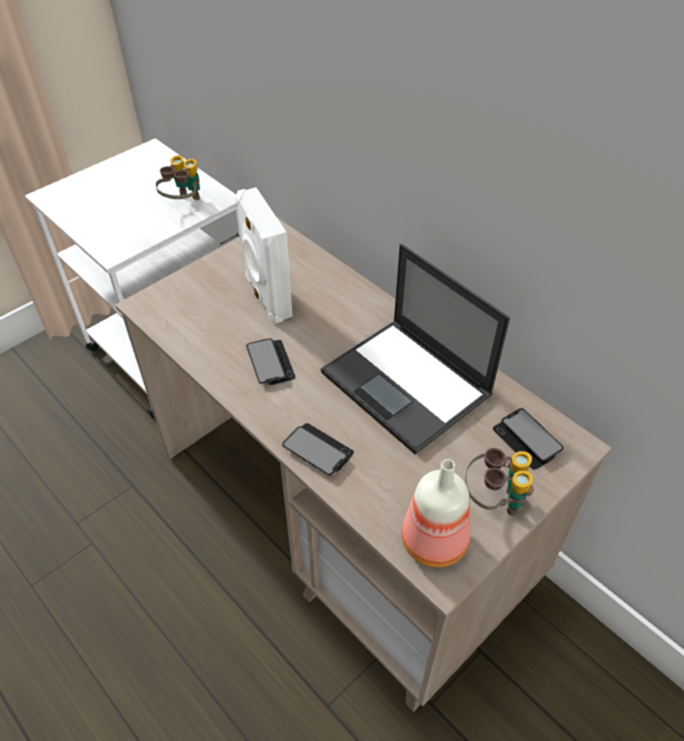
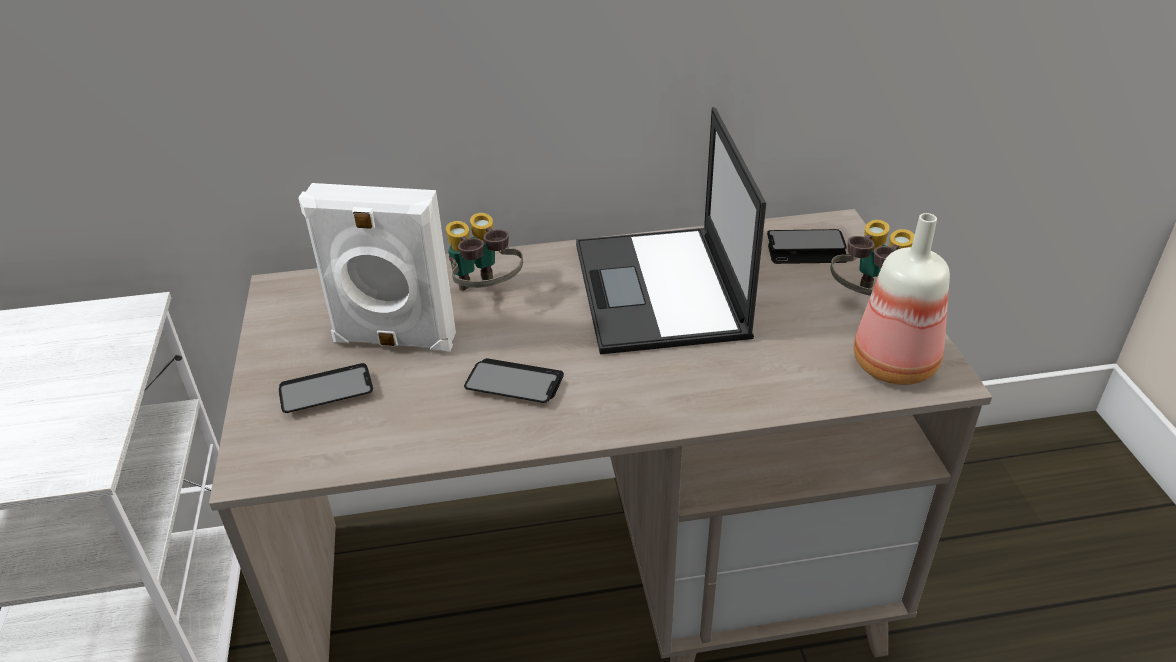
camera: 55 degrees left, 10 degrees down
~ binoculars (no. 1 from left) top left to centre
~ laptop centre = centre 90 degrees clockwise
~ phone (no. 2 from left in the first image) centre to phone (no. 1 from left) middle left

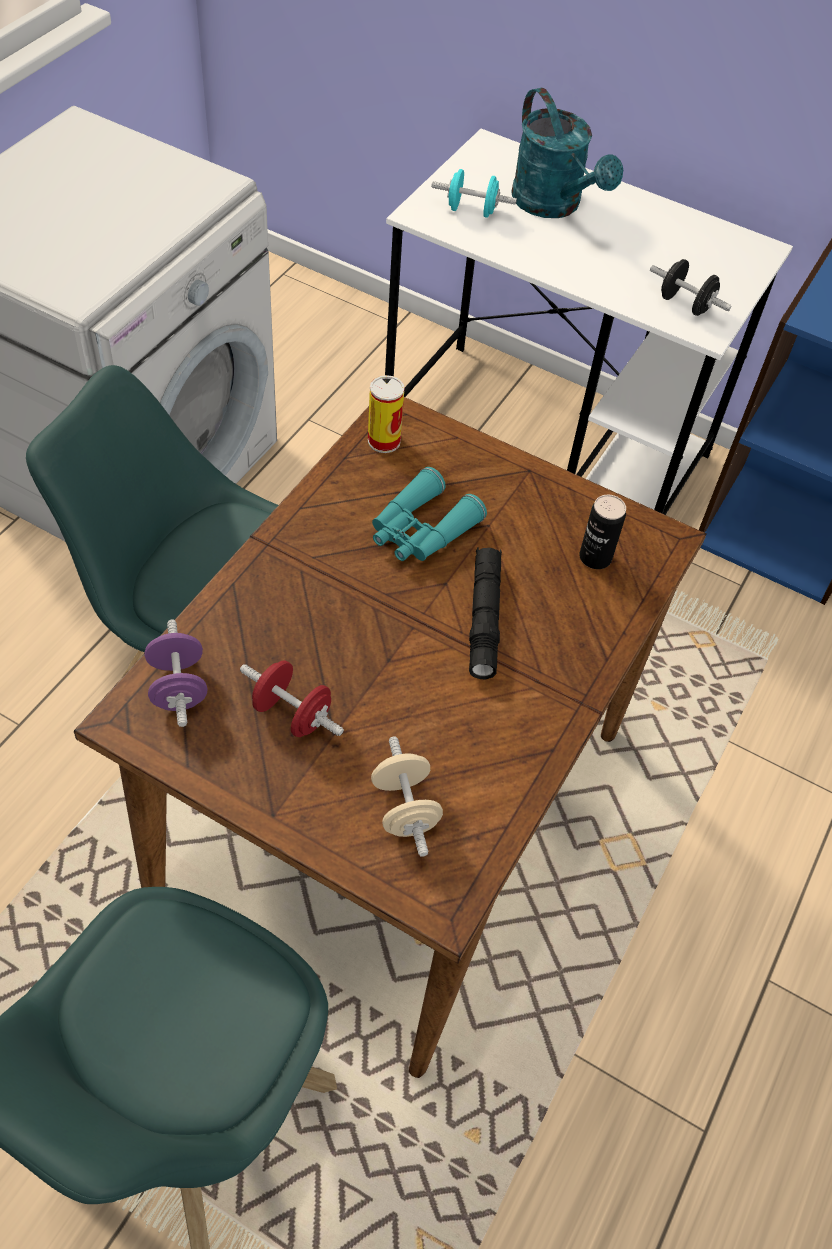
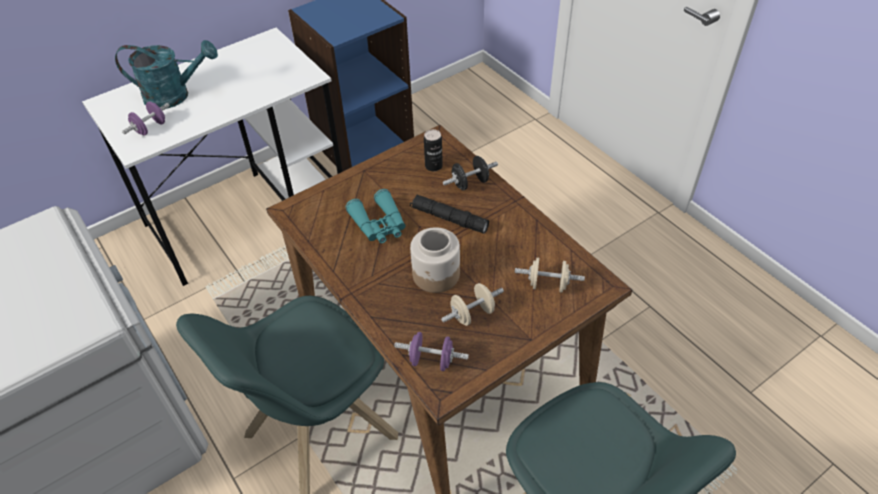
camera: 60 degrees left, 5 degrees down
~ turquoise dumbbell top centre to purple dumbbell (no. 1 from left) top left
~ black dumbbell top right to centre
- can (no. 1 from left) top centre
~ red dumbbell centre to beige dumbbell (no. 1 from left) centre
+ jar centre

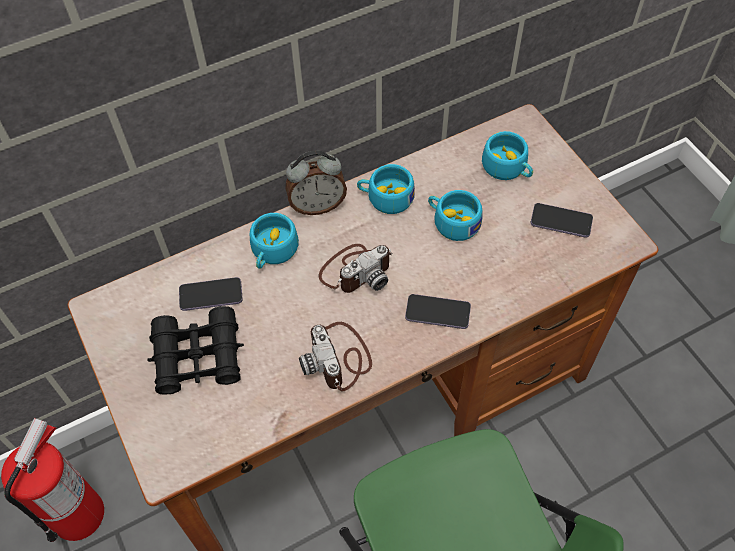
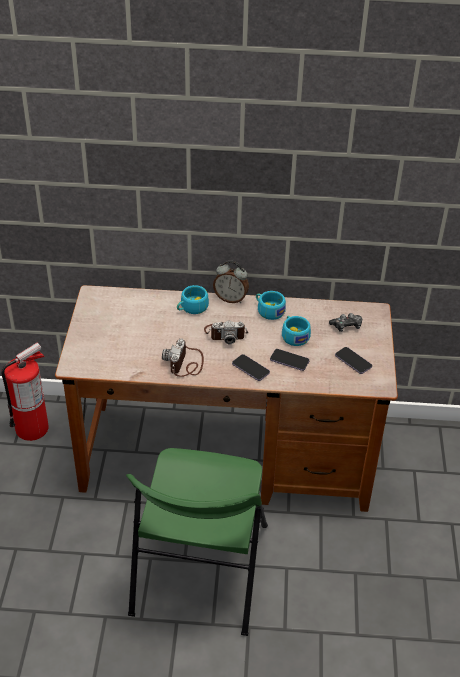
camera: 30 degrees right, 15 degrees down
~ turquoise cup (no. 4 from left) top right to game controller middle right
~ phone (no. 1 from left in the first image) middle left to phone (no. 2 from left) centre
- black binoculars middle left

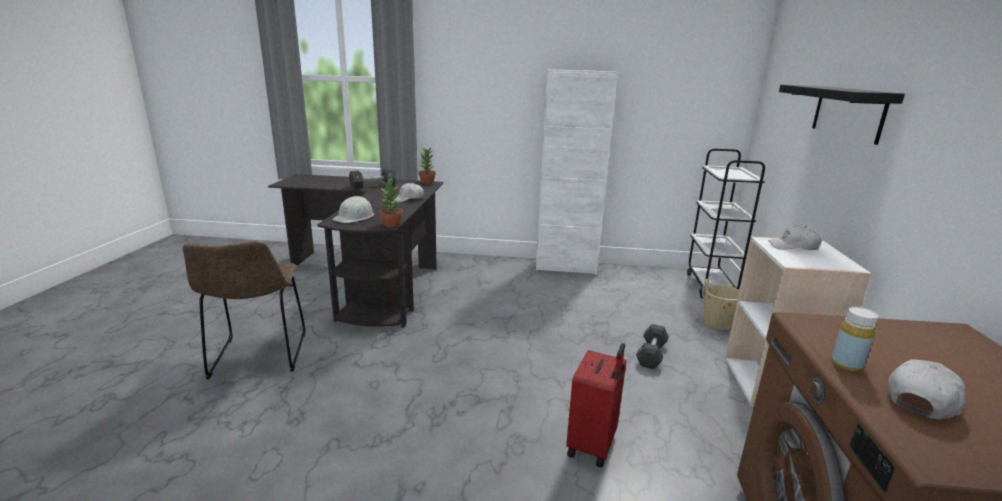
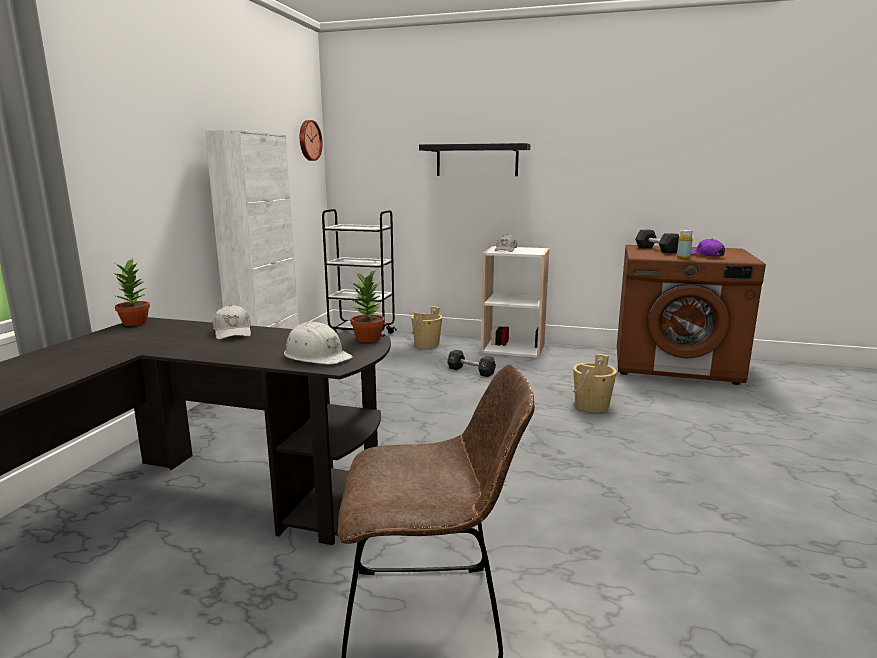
camera: 80 degrees left, 5 degrees down
~ black dumbbell (no. 1 from left in the first image) centre to black dumbbell (no. 2 from left) middle right
~ red suitcase bottom centre to beige bucket (no. 2 from left) middle right
~ white cap (no. 3 from left) bottom right to purple cap middle right
+ wall clock top centre

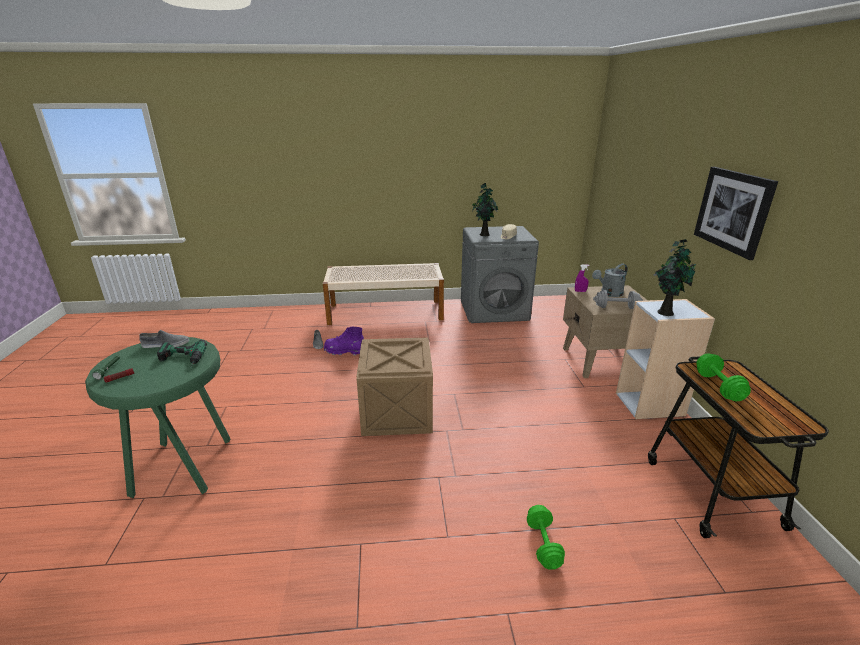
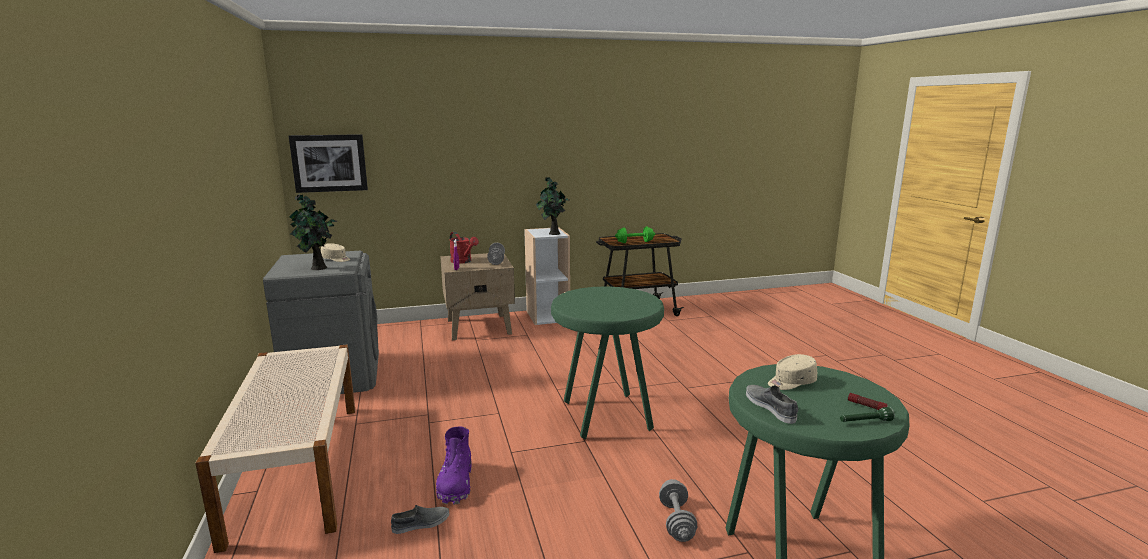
camera: 100 degrees left, 10 degrees down
~ picture top right to top left
~ grey watering can middle right to red watering can centre
~ crate centre to green stool (no. 1 from left) centre
~ power drill middle left to beige cap (no. 2 from left) middle right
- green dumbbell (no. 1 from left) bottom centre
+ grey dumbbell (no. 2 from left) bottom centre

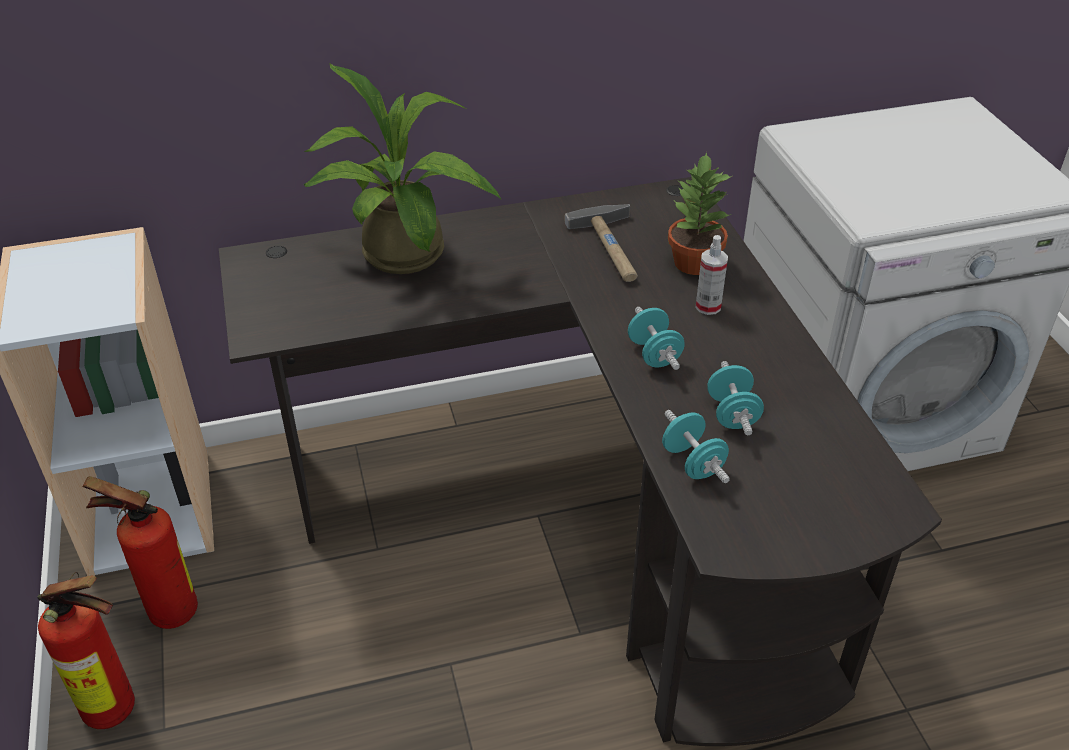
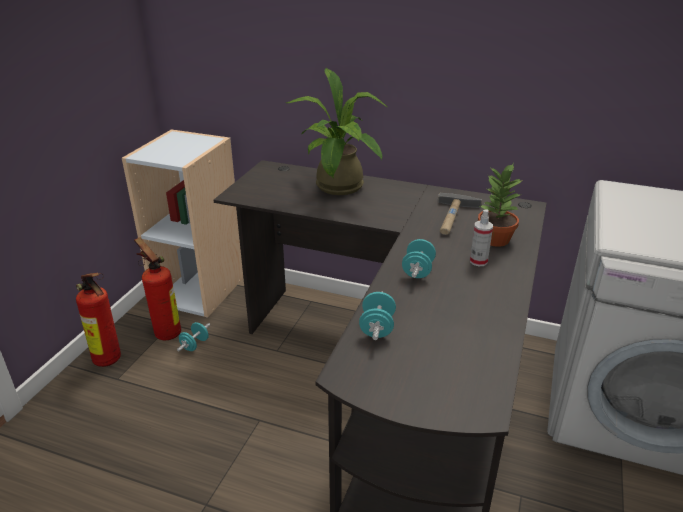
camera: 35 degrees right, 10 degrees down
~ turquoise dumbbell (no. 3 from left in the first image) middle right to turquoise dumbbell (no. 1 from left) middle left

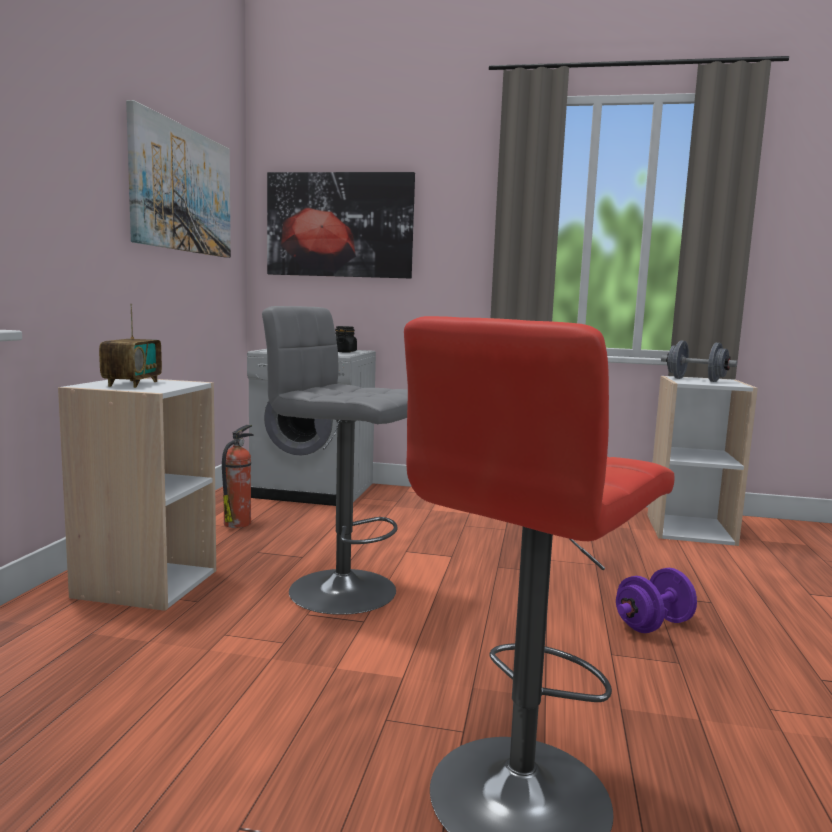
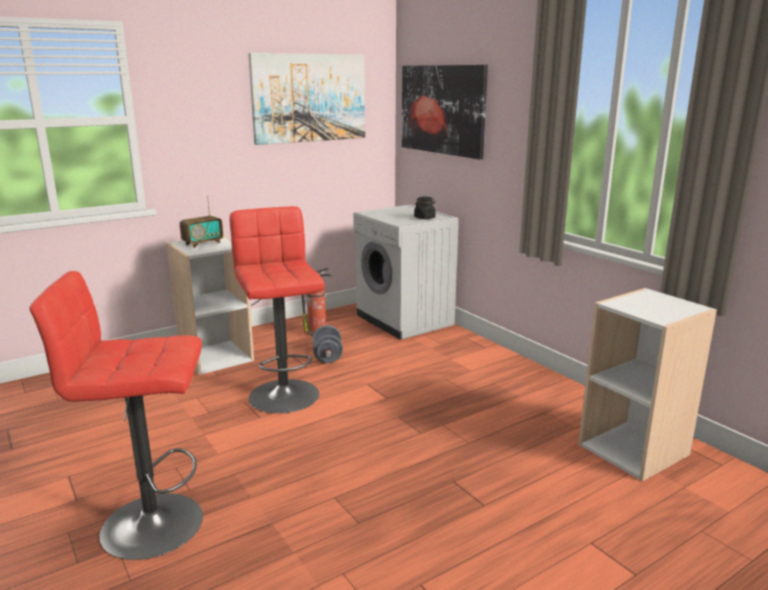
camera: 45 degrees right, 10 degrees up
~ grey stool centre to red stool (no. 2 from left) centre
~ grey dumbbell middle right to centre
- purple dumbbell bottom right

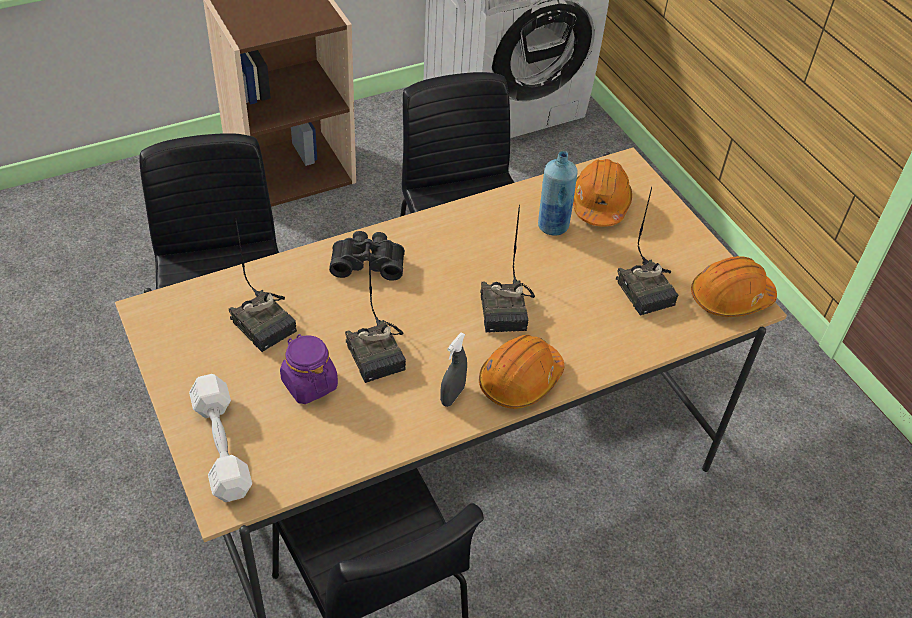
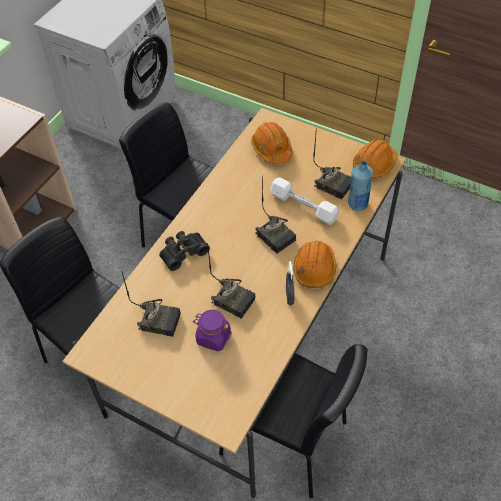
camera: 30 degrees left, 5 degrees up
~ blue bottle top centre to middle right
~ white dumbbell bottom left to centre

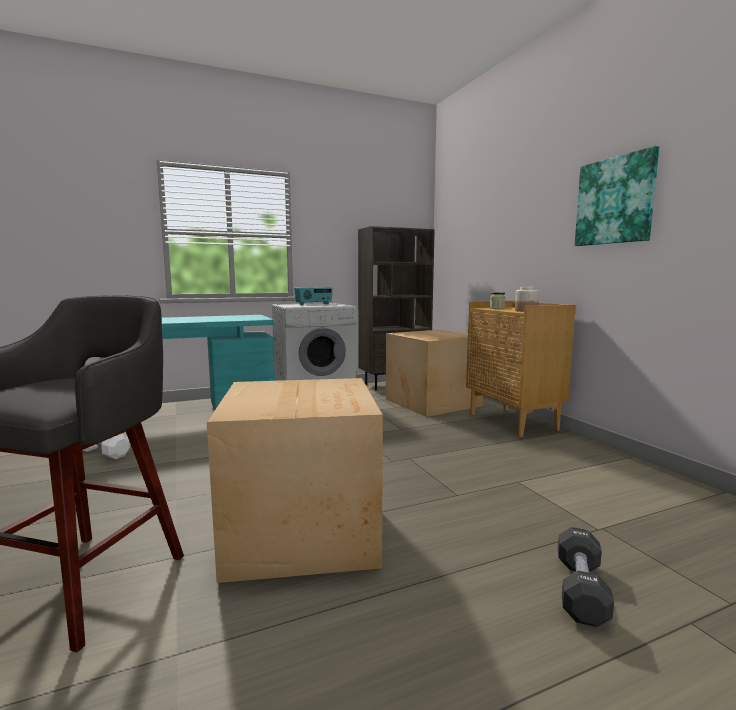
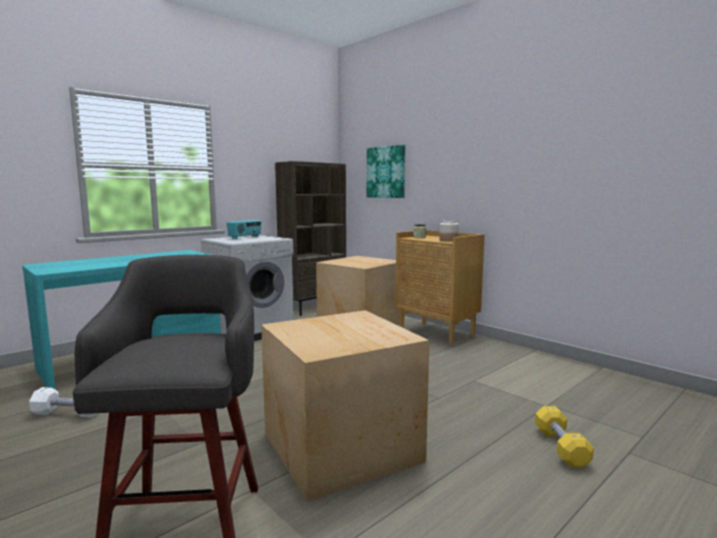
camera: 20 degrees left, 0 degrees up
~ picture top right to top centre
~ black dumbbell bottom right to yellow dumbbell bottom right

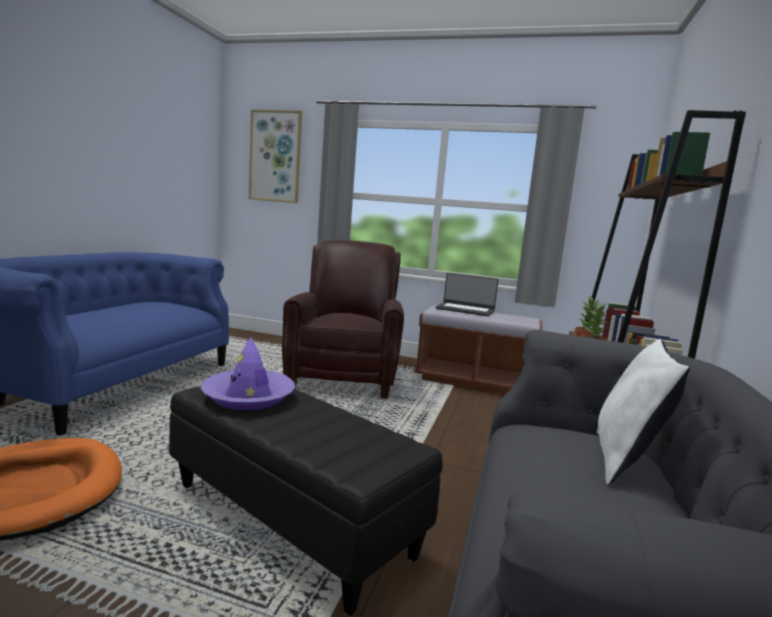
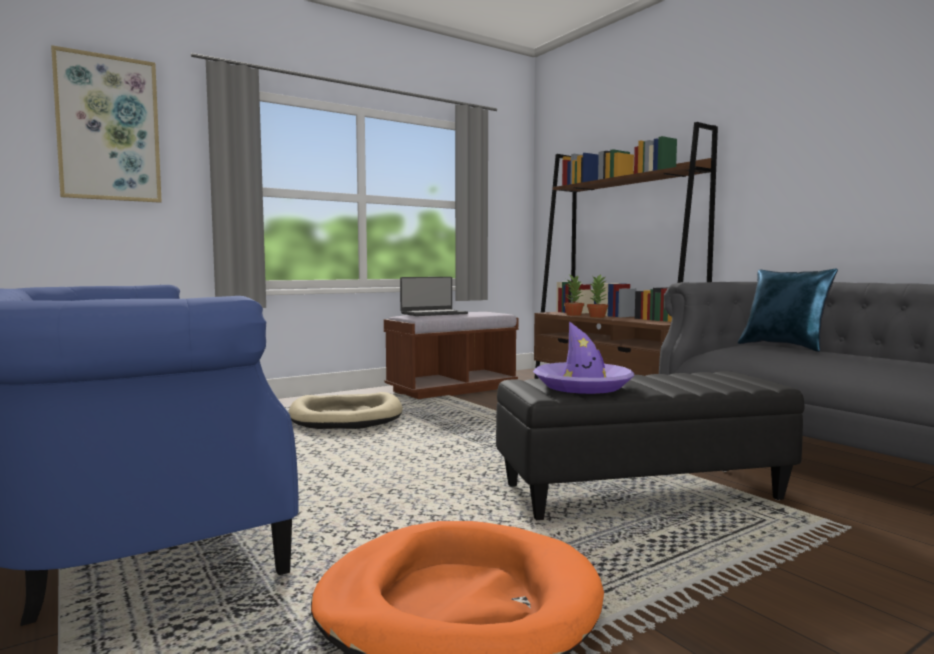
camera: 50 degrees left, 5 degrees down
~ brown armchair centre to beige dog bed centre
~ white pillow bottom right to blue pillow middle right

